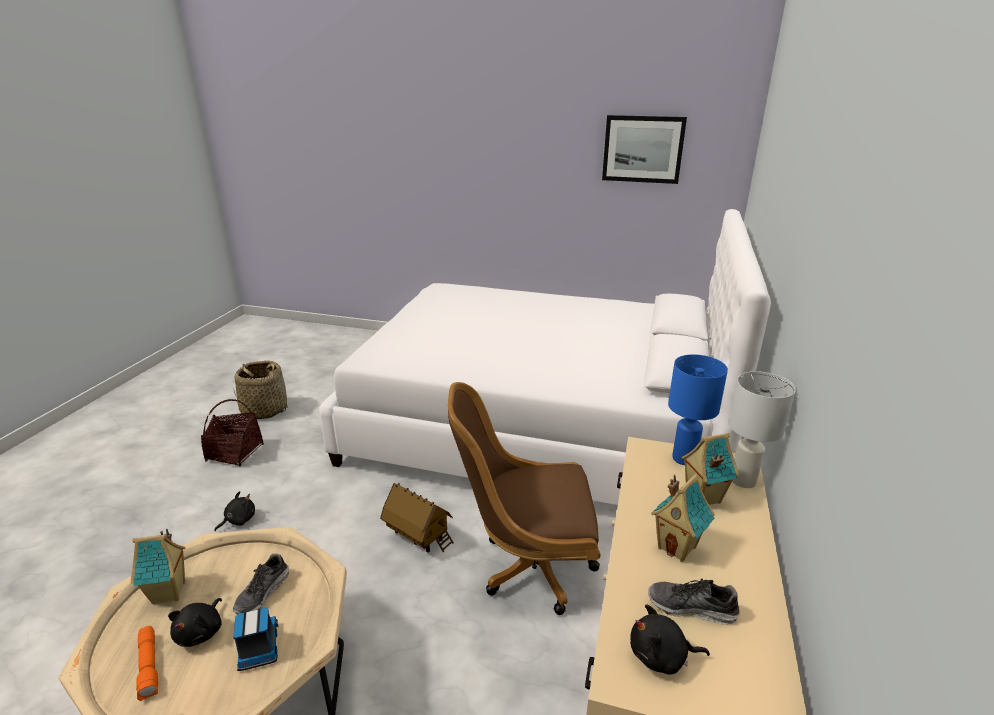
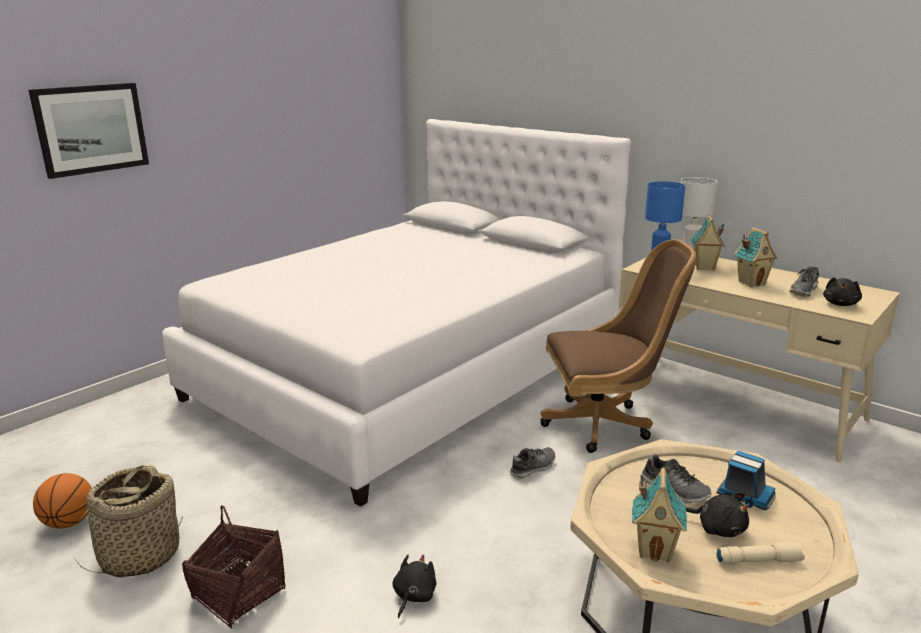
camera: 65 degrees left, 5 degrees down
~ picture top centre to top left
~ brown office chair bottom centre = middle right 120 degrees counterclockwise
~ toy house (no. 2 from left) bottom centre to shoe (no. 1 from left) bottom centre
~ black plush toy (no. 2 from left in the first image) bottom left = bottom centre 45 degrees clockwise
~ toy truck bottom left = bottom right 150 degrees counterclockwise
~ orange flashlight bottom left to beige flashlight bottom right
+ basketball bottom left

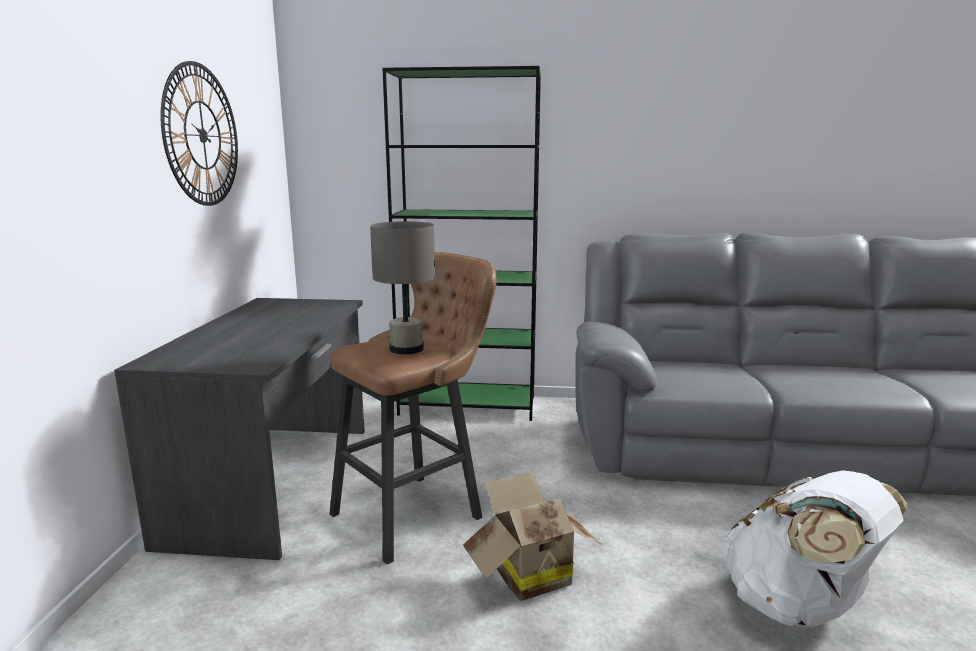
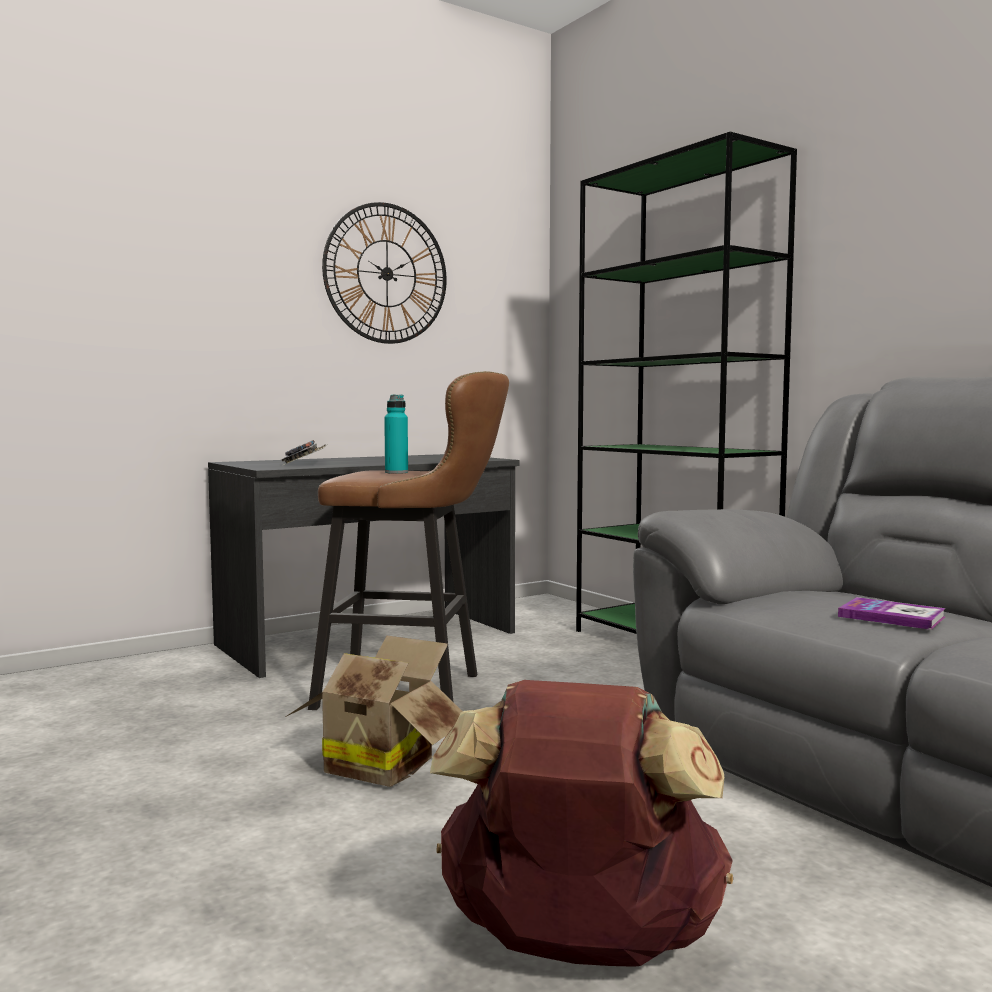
camera: 50 degrees right, 10 degrees down
~ grey table lamp centre to turquoise bottle centre
~ white backpack bottom right to brown backpack bottom centre
+ keyboard middle left
+ book middle right

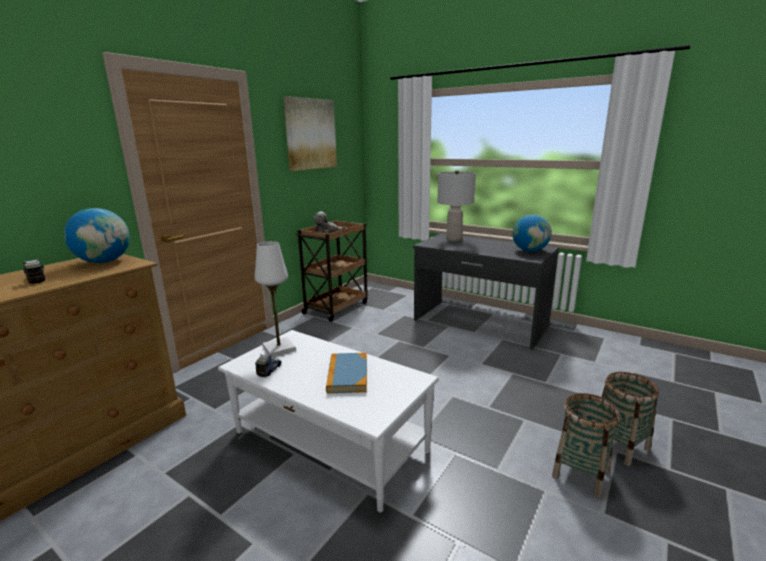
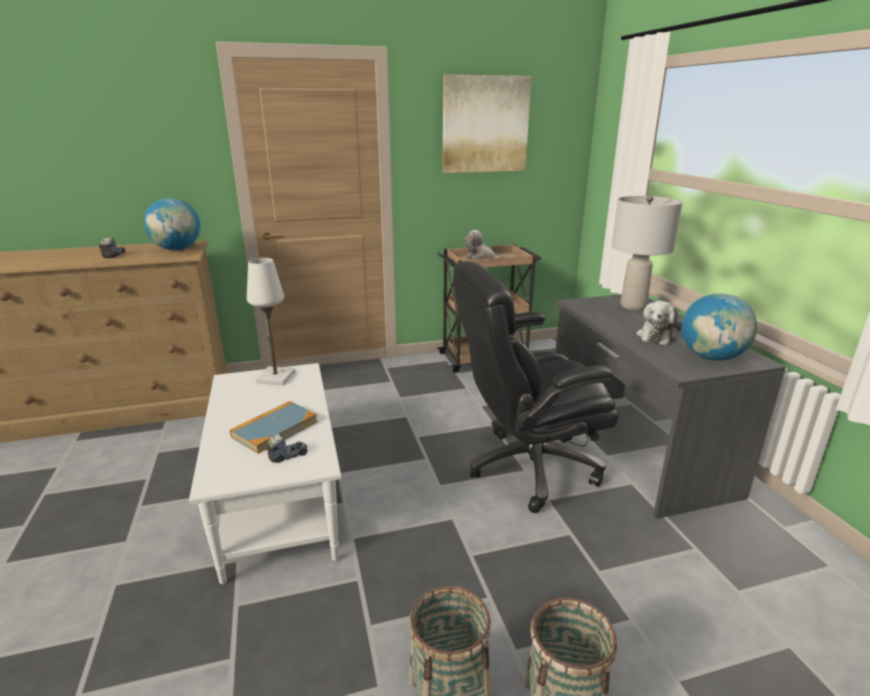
camera: 40 degrees right, 5 degrees up
~ toy truck (no. 2 from left) centre to middle left
+ black office chair centre
+ plush toy (no. 2 from left) middle right

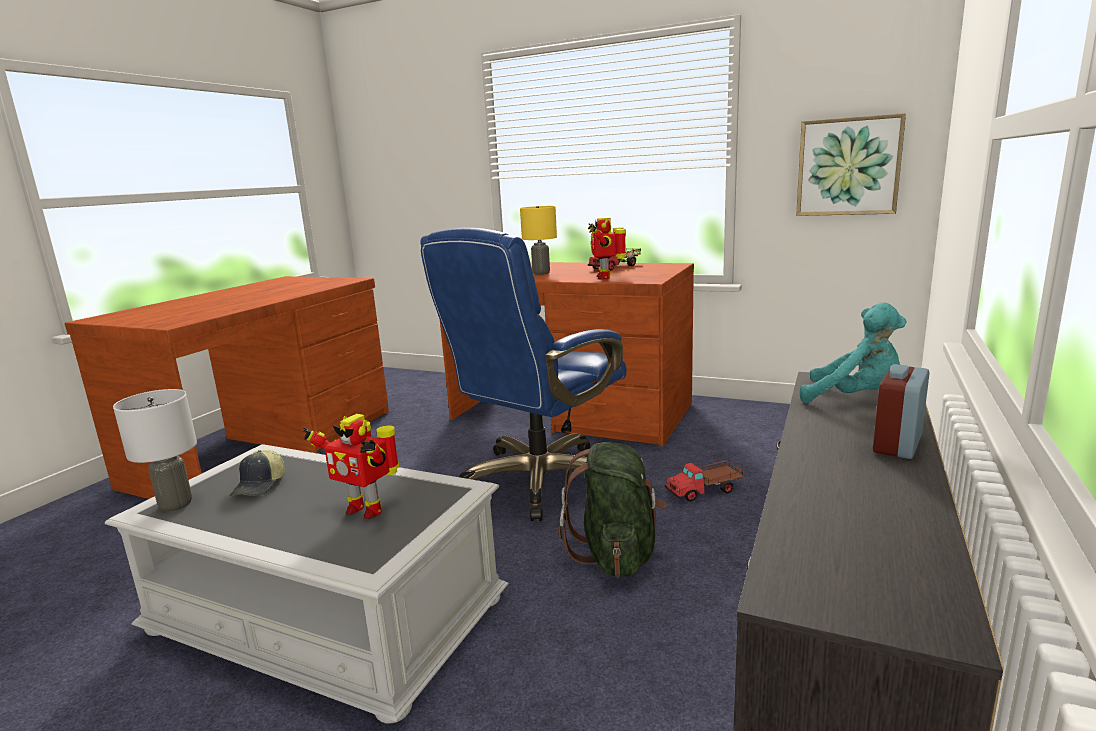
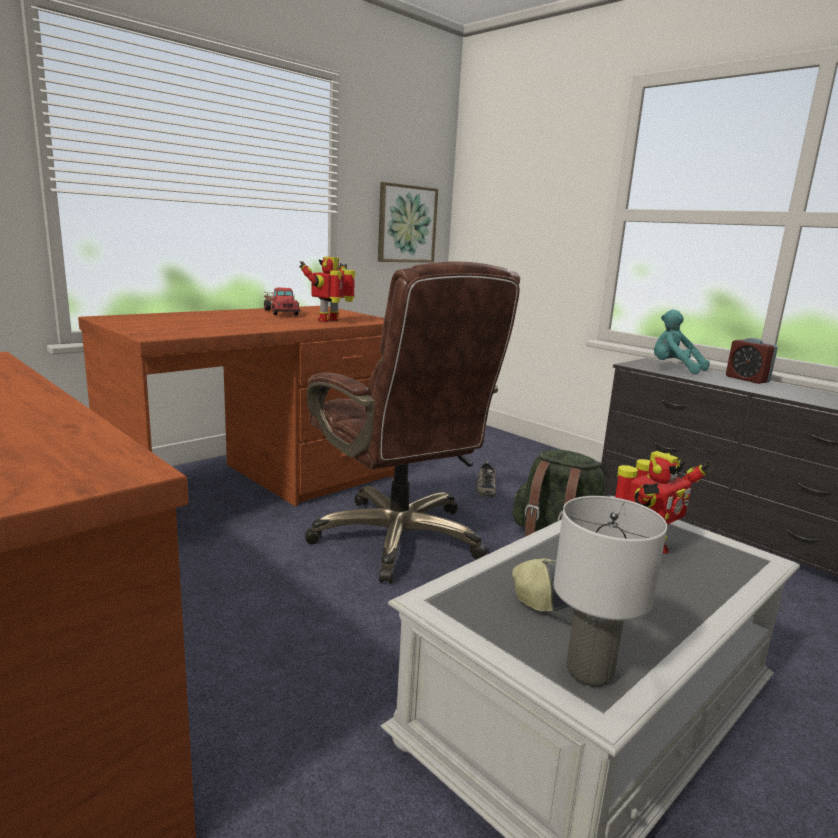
camera: 70 degrees left, 0 degrees up
- yellow table lamp top centre
~ toy robot (no. 2 from left in the first image) centre = centre 105 degrees clockwise
~ blue office chair centre to brown office chair centre
~ turquoise plush toy middle right = middle right 105 degrees counterclockwise
~ toy truck (no. 2 from left) centre to shoe centre

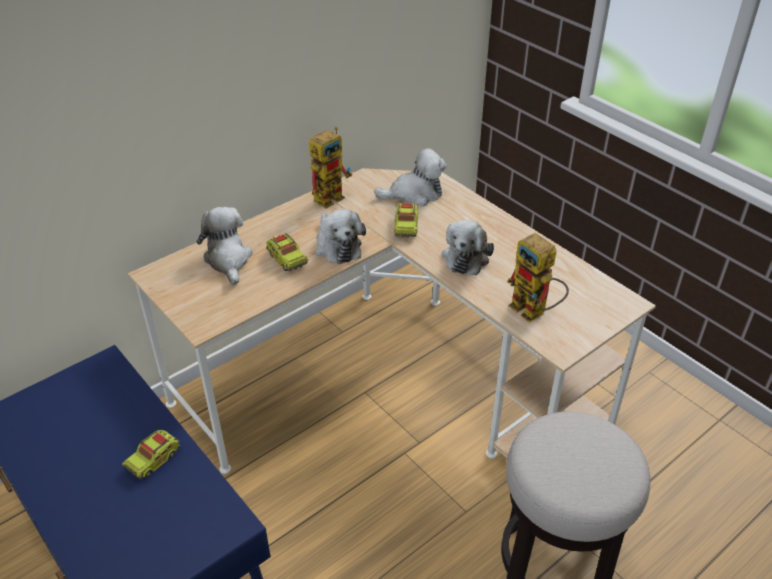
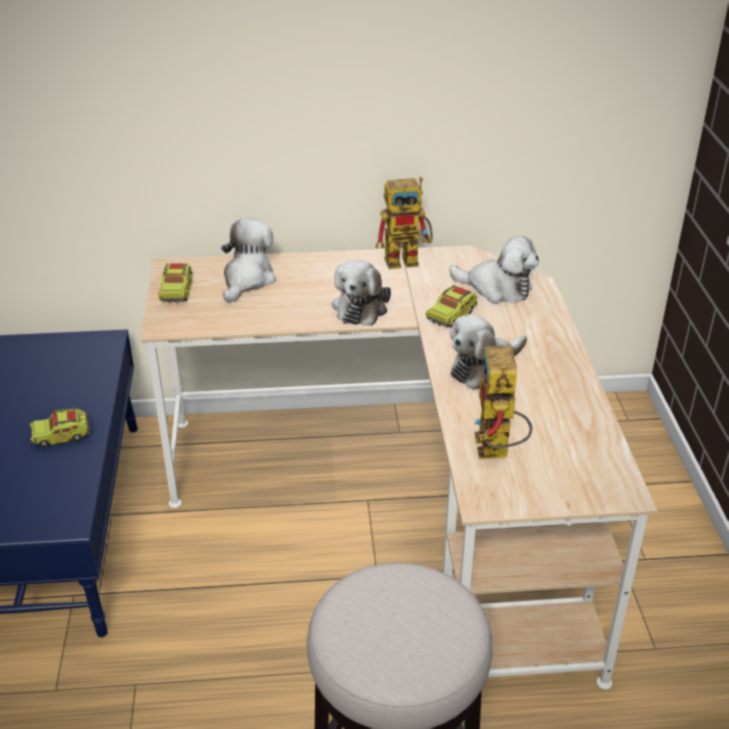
camera: 35 degrees right, 5 degrees down
~ toy truck (no. 2 from left) centre to middle left

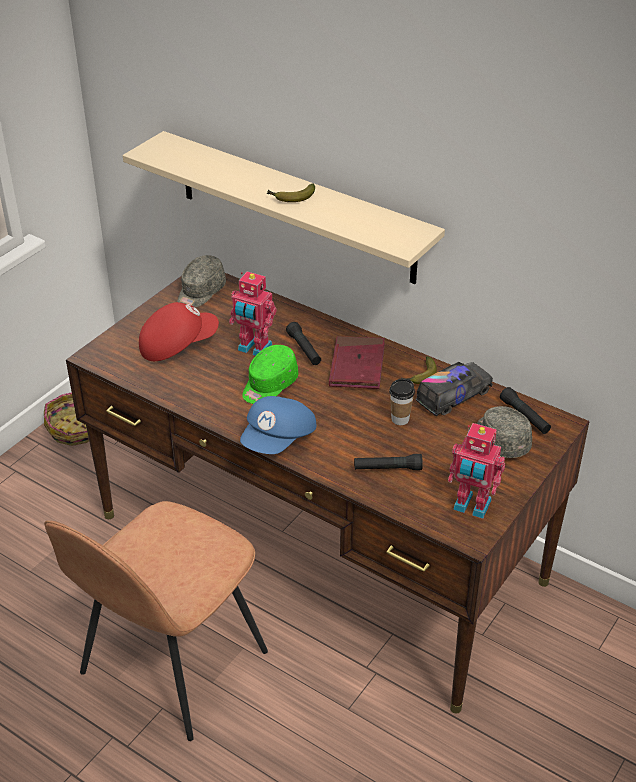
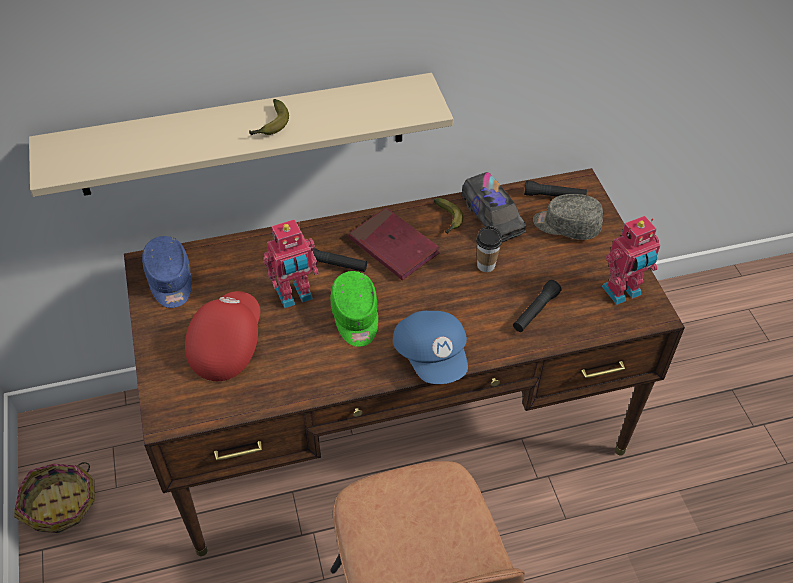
camera: 50 degrees left, 10 degrees up
~ grey cap (no. 1 from left) middle left to blue cap (no. 1 from left) middle left
~ toy truck middle right = centre 150 degrees clockwise

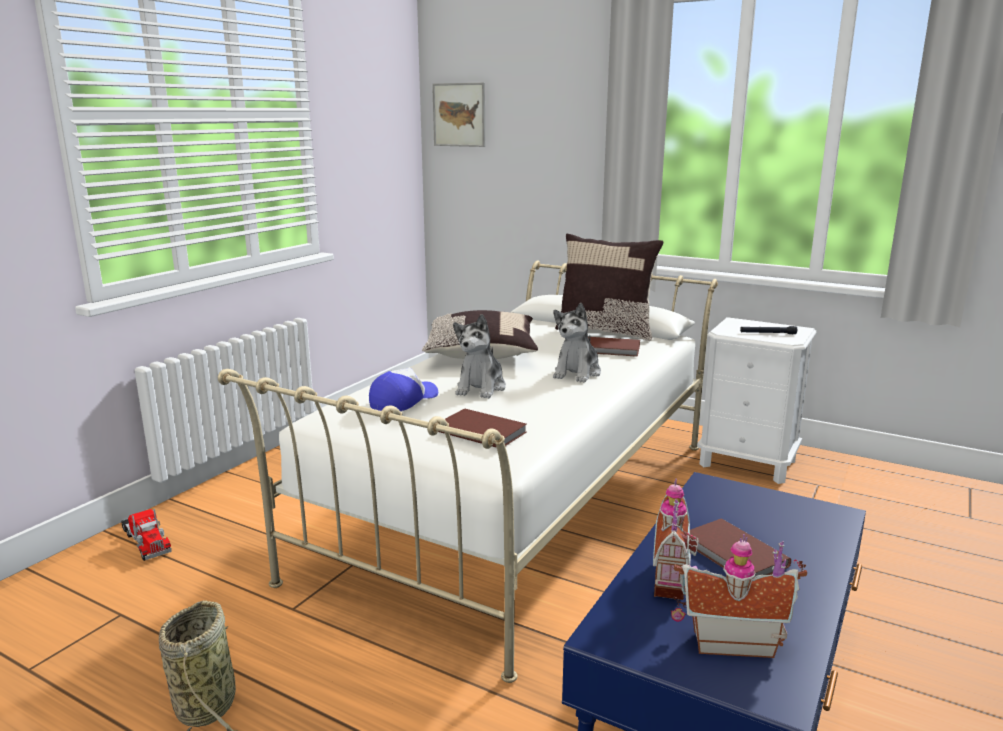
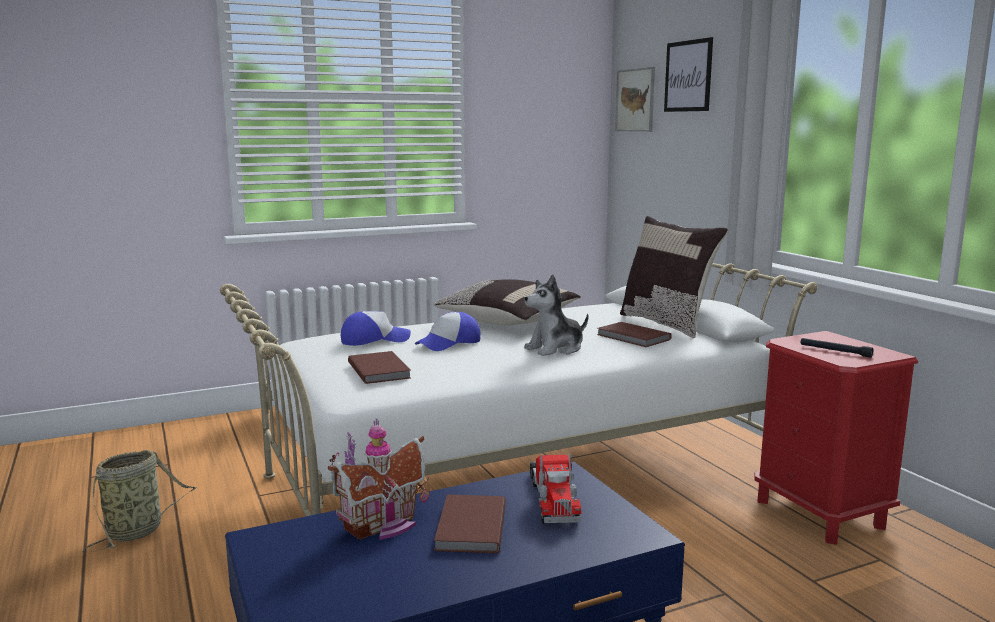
camera: 35 degrees right, 5 degrees down
~ plush toy (no. 1 from left) centre to cap (no. 2 from left) centre
~ white nightstand middle right to red nightstand bottom right
~ toy truck bottom left to bottom centre
- toy house (no. 2 from left) bottom right
+ picture (no. 2 from left) top right

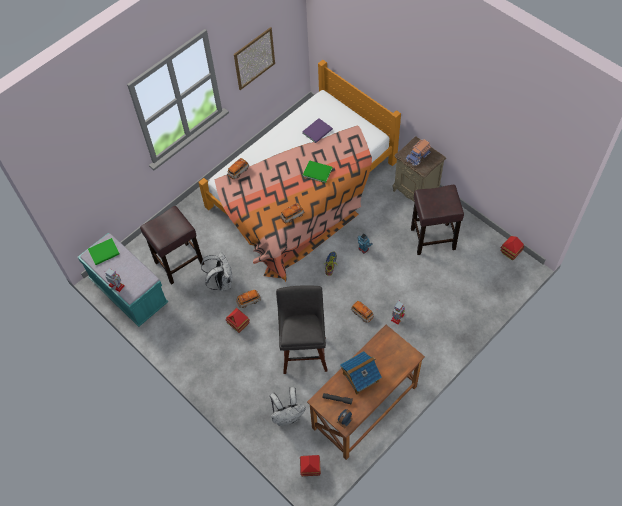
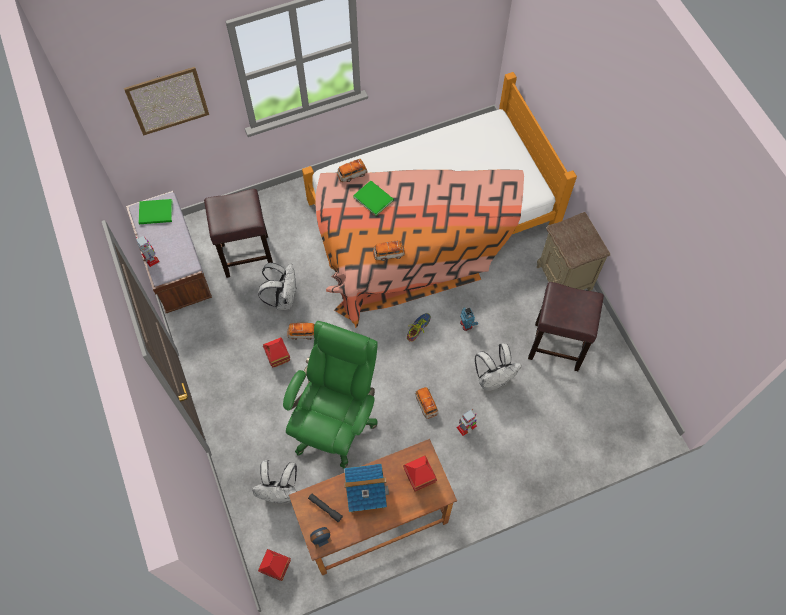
camera: 20 degrees right, 5 degrees up
~ picture top centre to top left
- purple book top centre
- toy truck top right
~ green book (no. 2 from left) centre to top centre
~ turquoise bench middle left to brown bench middle left
~ toy house (no. 4 from left) middle right to bottom centre
~ grey stool centre to green office chair centre
+ white backpack (no. 3 from left) centre

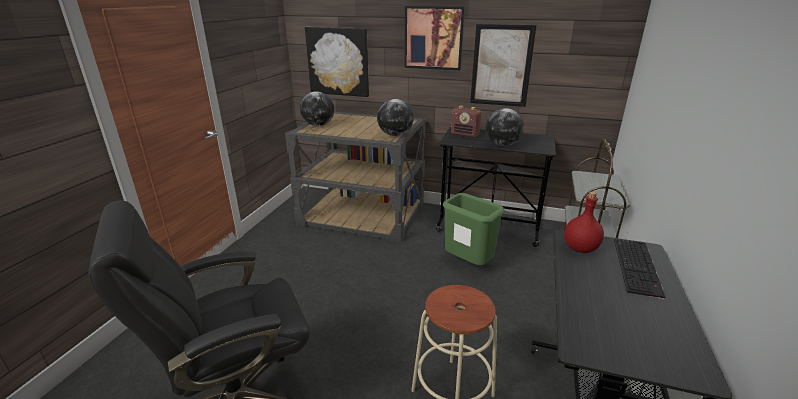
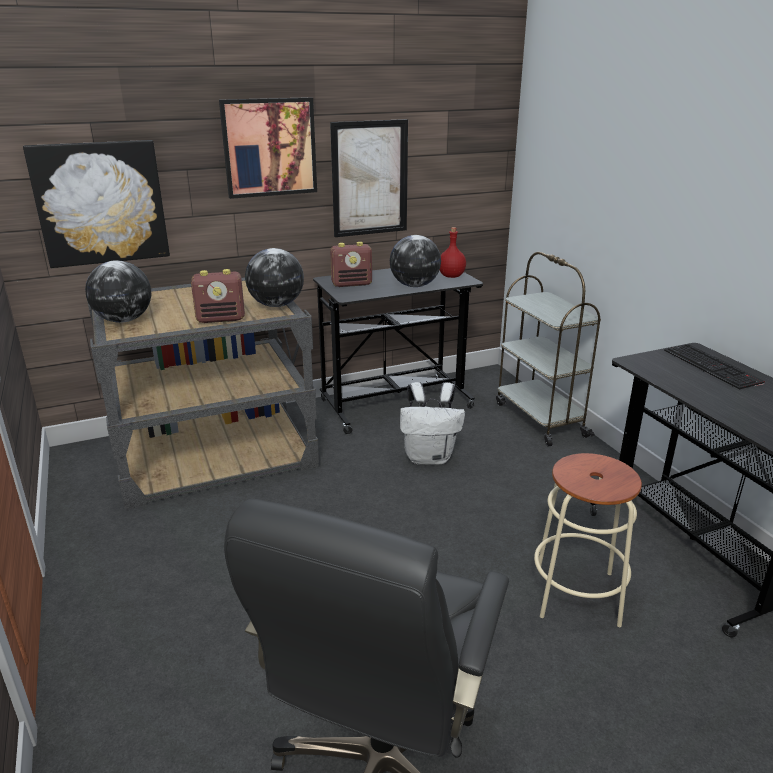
camera: 40 degrees left, 0 degrees up
~ red bottle middle right to top centre
~ green trash can centre to white backpack centre
+ radio (no. 1 from left) middle left

